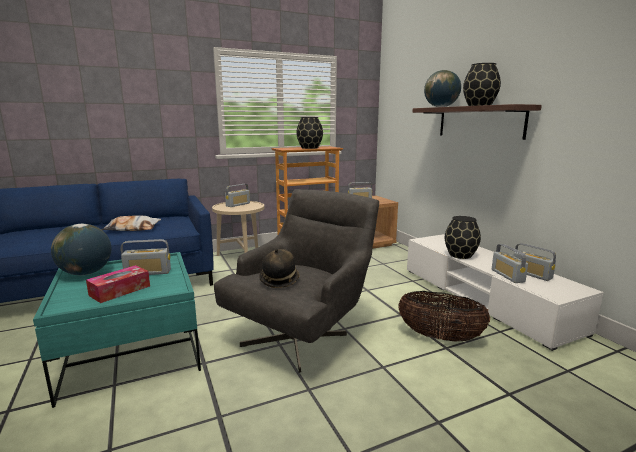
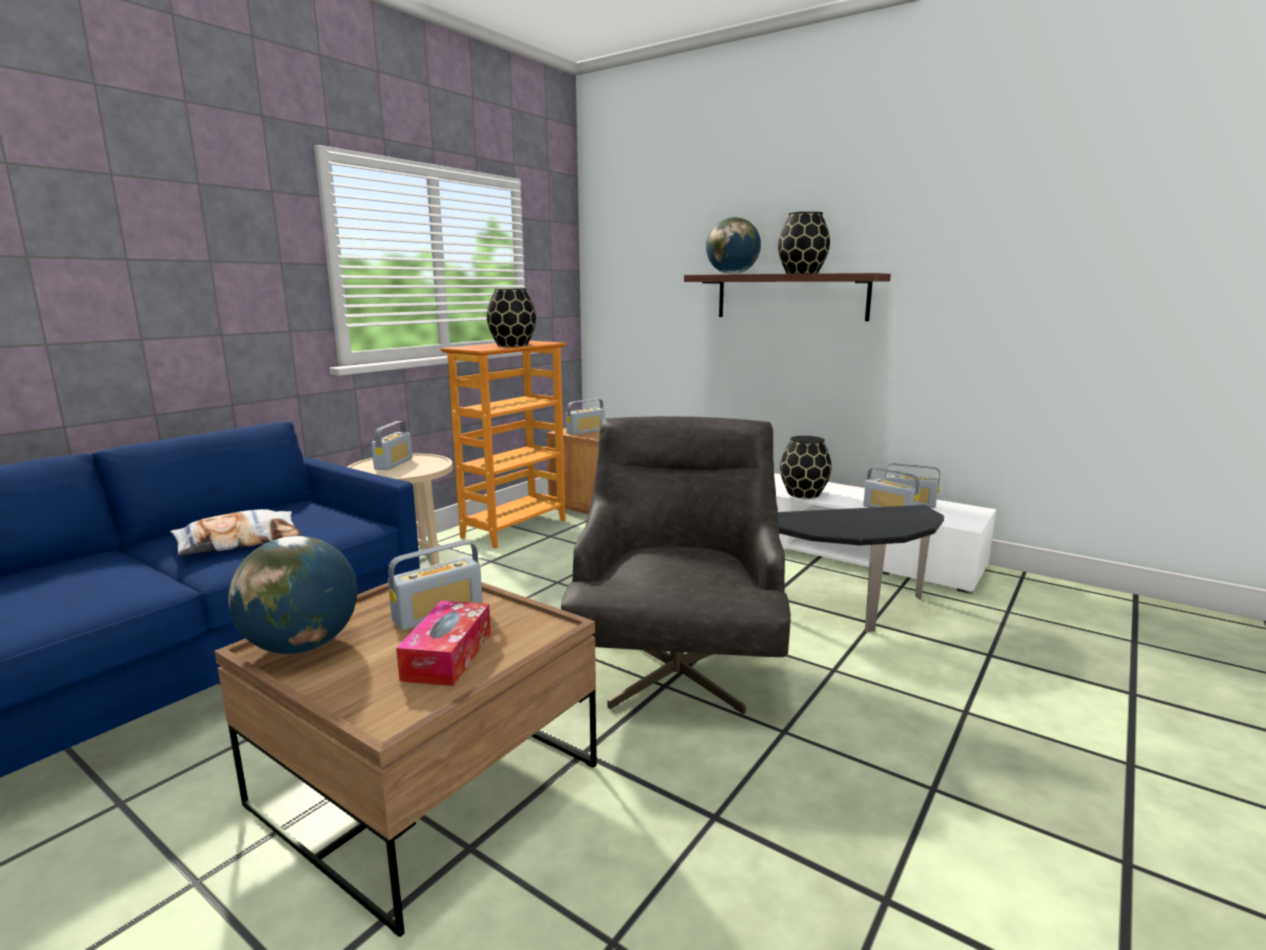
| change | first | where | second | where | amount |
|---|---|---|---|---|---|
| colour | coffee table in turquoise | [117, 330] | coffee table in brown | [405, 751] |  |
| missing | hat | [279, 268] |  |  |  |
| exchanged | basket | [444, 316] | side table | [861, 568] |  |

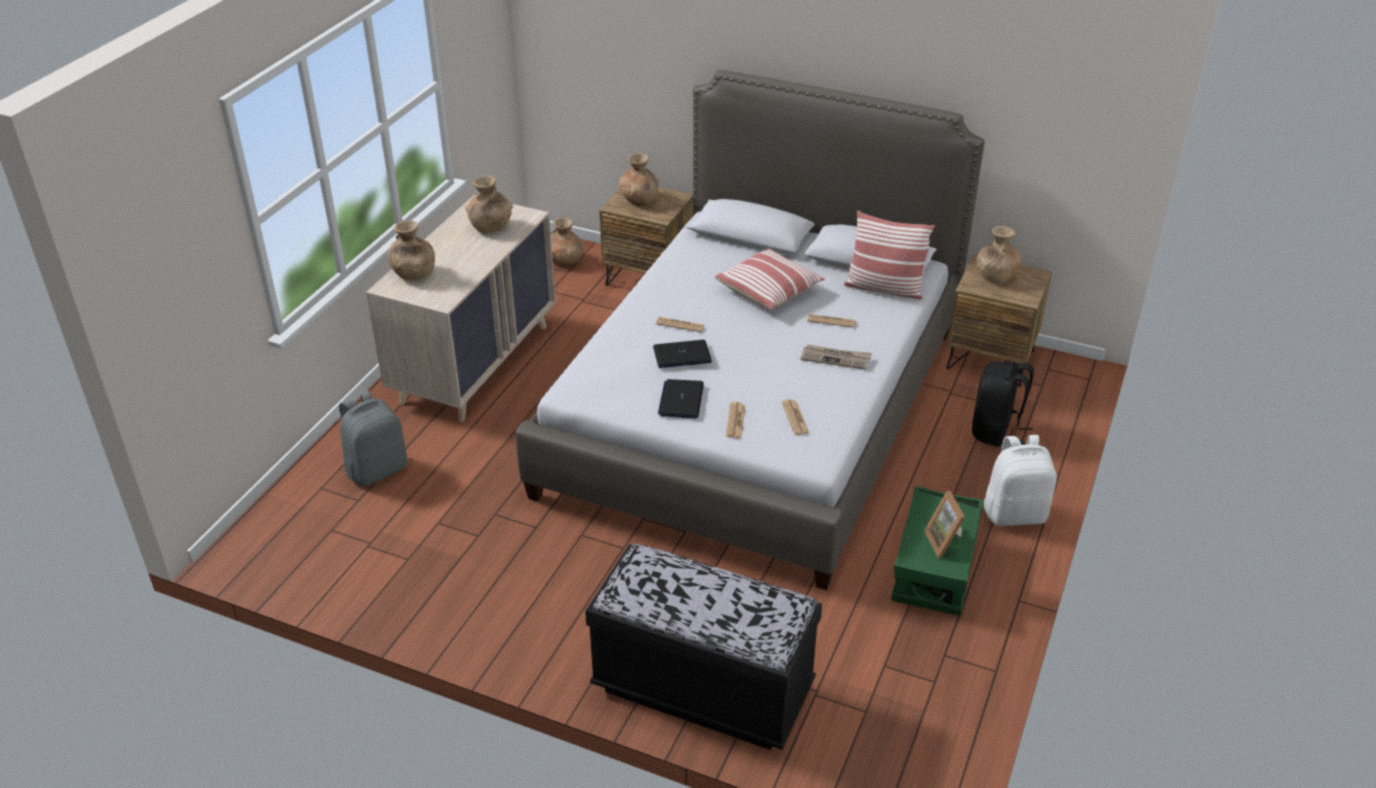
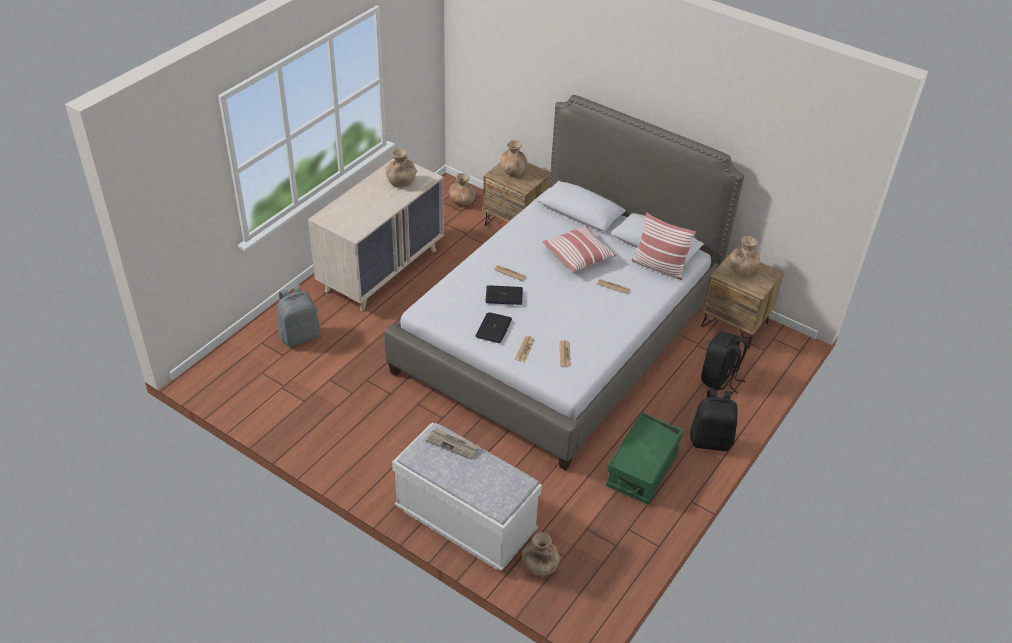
| change | first | where | second | where | amount |
|---|---|---|---|---|---|
| relocated | vase in brown | [411, 250] |  | [541, 554] |  |
| colour | bench in black | [703, 646] | bench in white | [467, 496] |  |
| relocated | newspaper | [836, 357] |  | [452, 443] |  |
| missing | picture frame | [944, 524] |  |  |  |
| colour | backpack in white | [1020, 480] | backpack in black | [714, 420] |  |

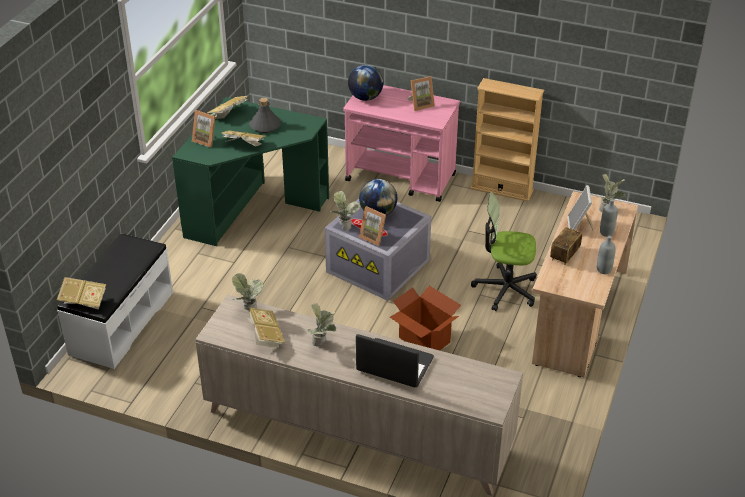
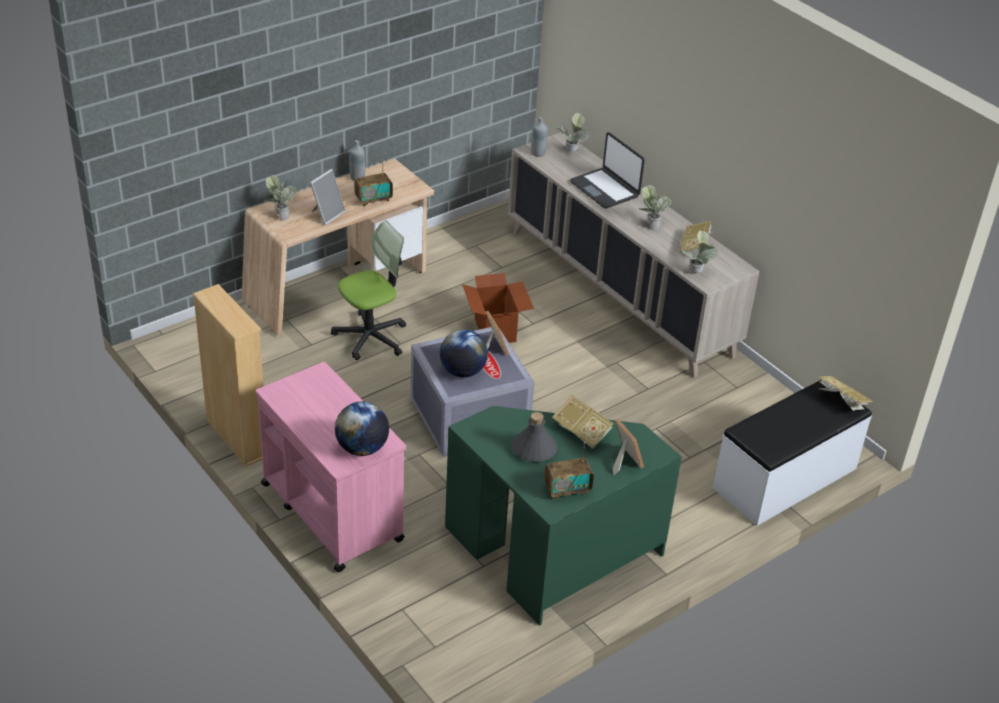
| change | first | where | second | where | amount |
|---|---|---|---|---|---|
| exchanged | book | [227, 107] | radio | [569, 471] |  |
| relocated | potted plant | [345, 211] |  | [573, 132] |  |
| missing | picture frame | [421, 93] |  |  |  |
| spun | office chair | [504, 251] |  | [368, 290] | 75 degrees counterclockwise |
| relocated | bottle in grey | [609, 218] |  | [539, 137] |  |

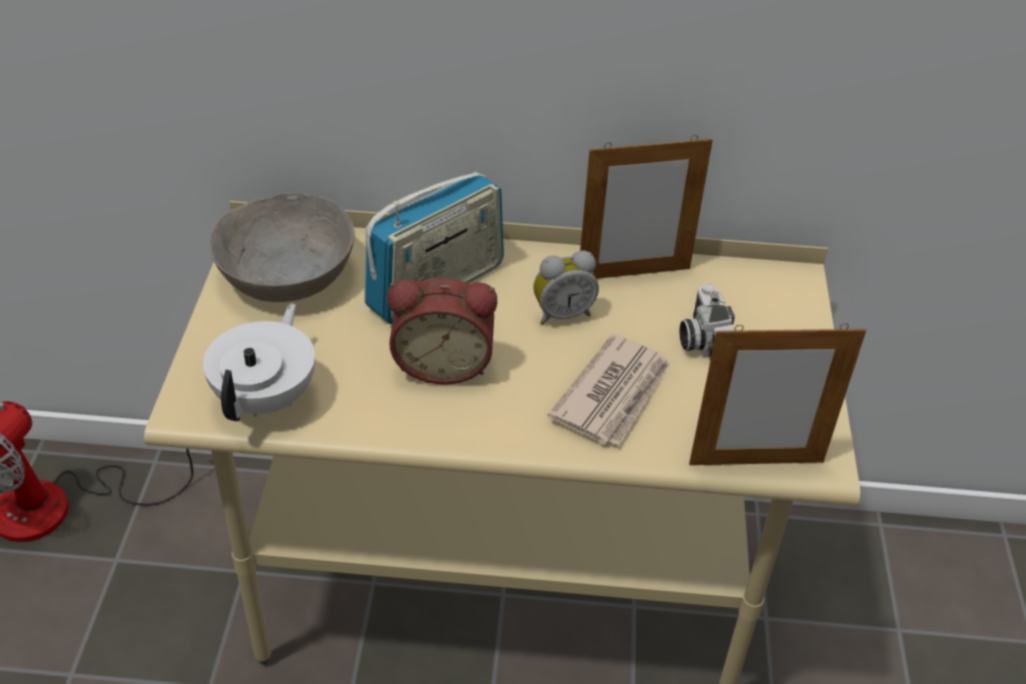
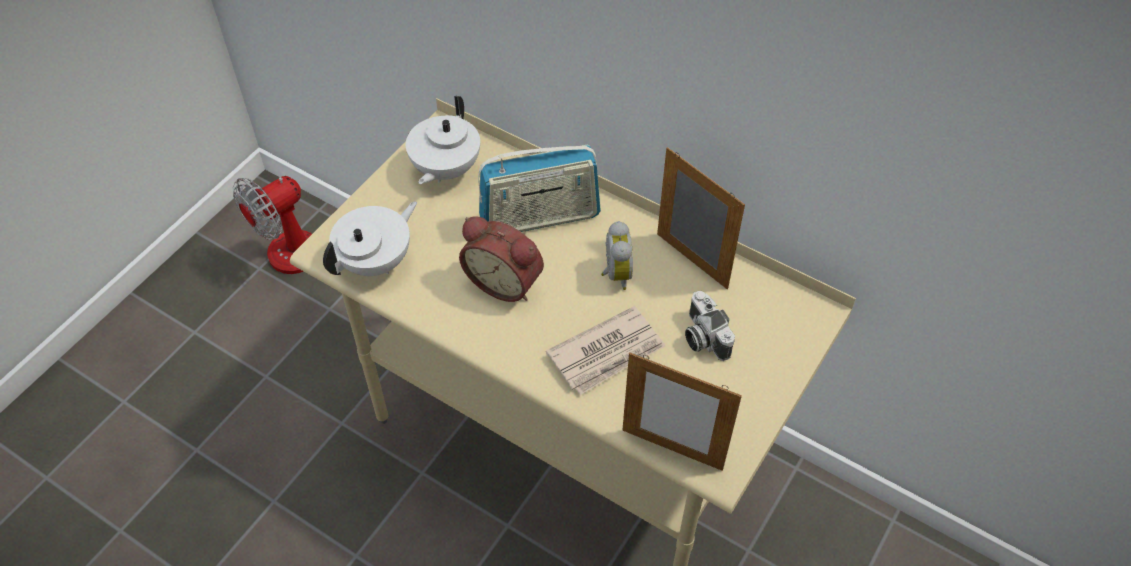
| change | first | where | second | where | amount |
|---|---|---|---|---|---|
| exchanged | bowl in grey | [281, 247] | teapot in white | [443, 140] |  |
| spun | alarm clock | [566, 287] |  | [617, 255] | 105 degrees counterclockwise |
| spun | picture frame | [646, 207] |  | [701, 218] | 150 degrees counterclockwise |
| spun | photo camera | [707, 321] |  | [710, 326] | 45 degrees counterclockwise |

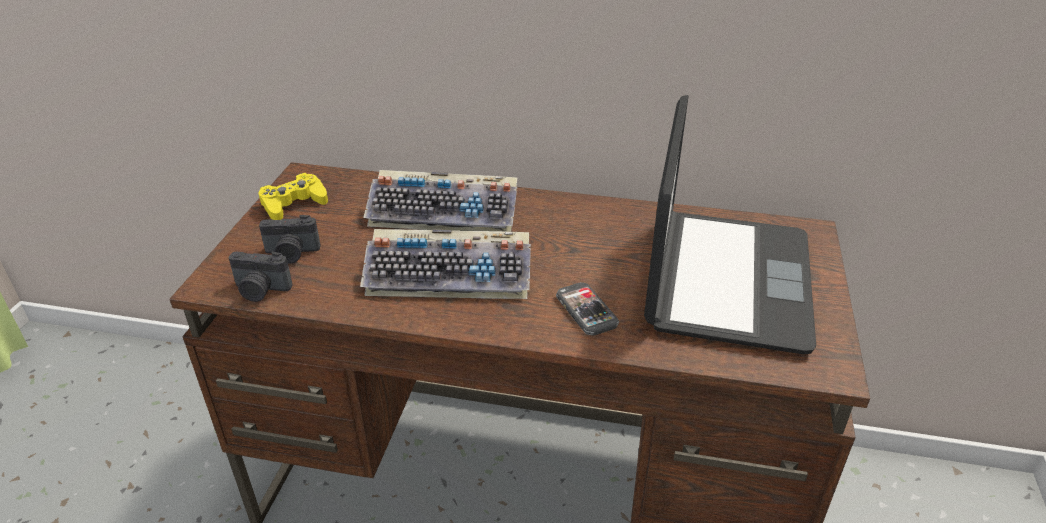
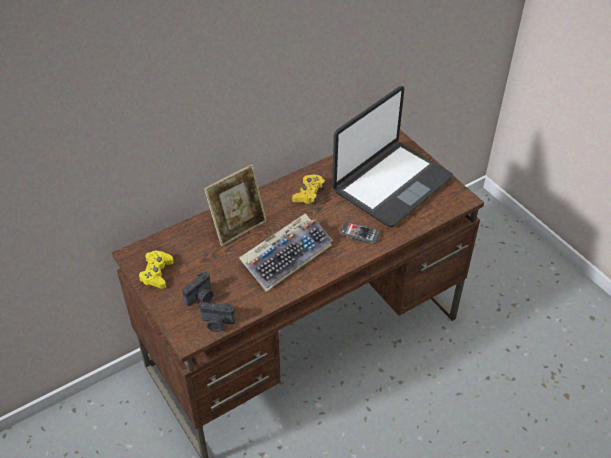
| change | first | where | second | where | amount |
|---|---|---|---|---|---|
| spun | photo camera | [260, 277] |  | [217, 317] | 45 degrees clockwise |
| exchanged | keyboard | [440, 201] | picture frame | [235, 205] |  |
| spun | laptop | [730, 225] |  | [392, 156] | 75 degrees clockwise |
| appeared |  |  | game controller in yellow | [308, 190] |  |

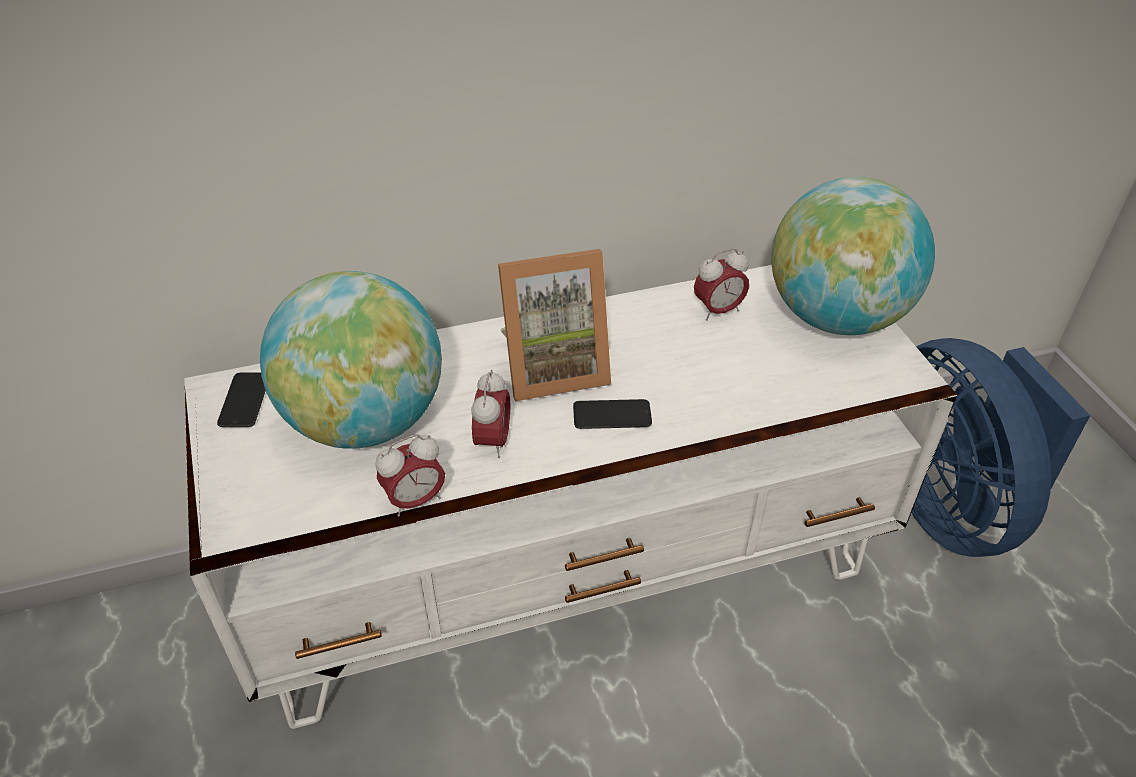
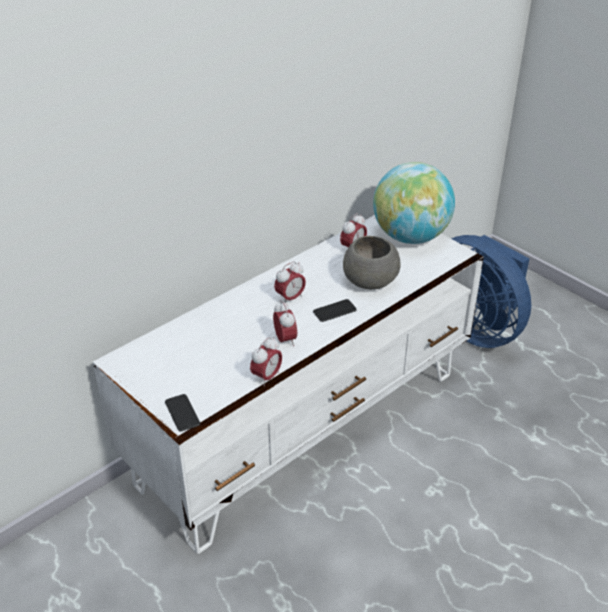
| change | first | where | second | where | amount |
|---|---|---|---|---|---|
| relocated | phone | [241, 399] |  | [182, 412] |  |
| missing | globe | [351, 360] |  |  |  |
| exchanged | picture frame | [554, 325] | alarm clock | [290, 282] |  |
| appeared |  |  | bowl in grey | [371, 262] |  |

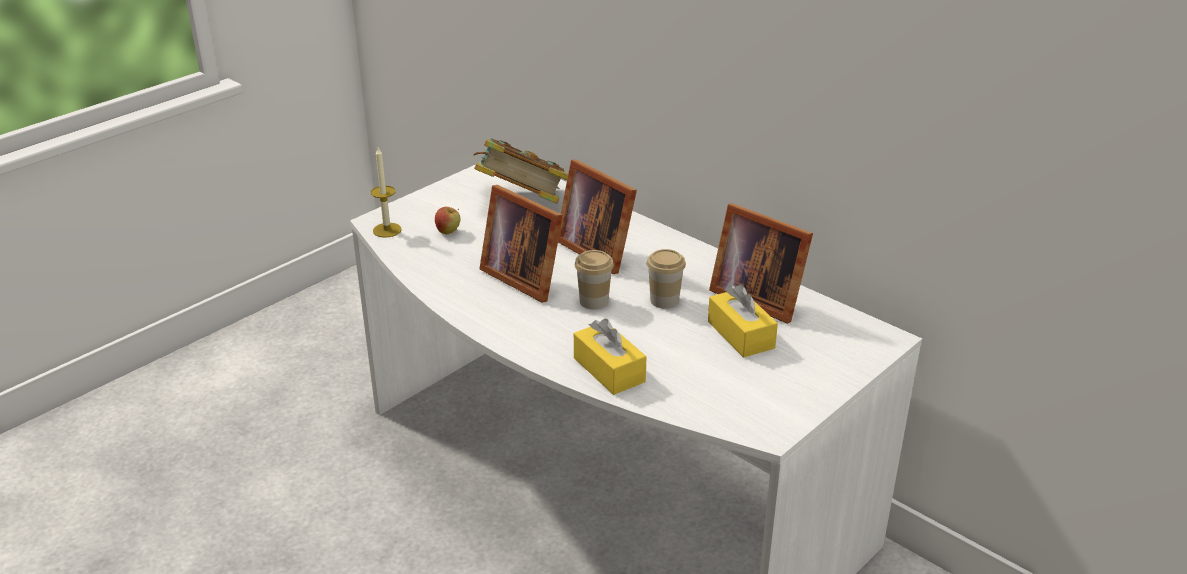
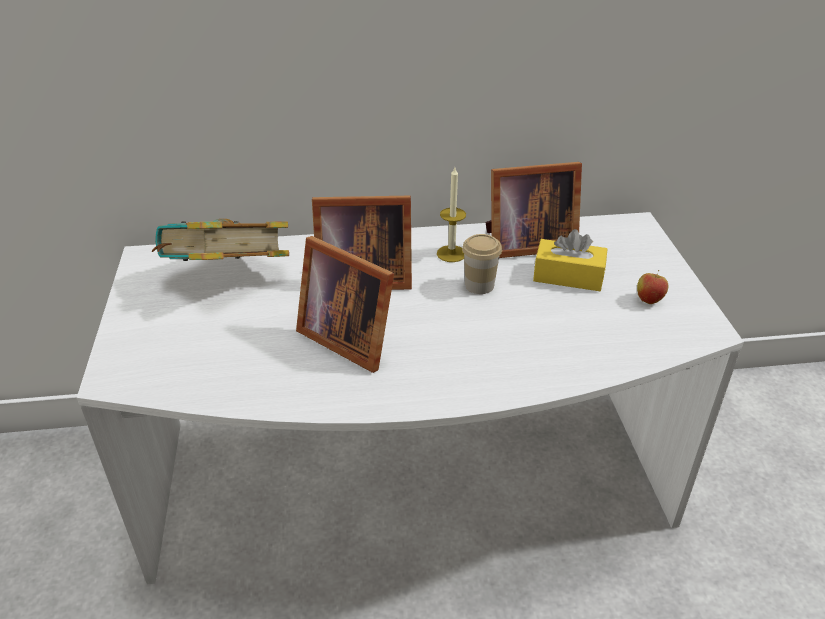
| change | first | where | second | where | amount |
|---|---|---|---|---|---|
| relocated | candle | [386, 193] |  | [451, 214] |  |
| relocated | apple | [448, 221] |  | [652, 287] |  |
| spun | picture frame | [521, 244] |  | [345, 304] | 45 degrees clockwise |
| missing | tissue box in yellow | [610, 357] |  |  |  |
| missing | cup | [594, 280] |  |  |  |

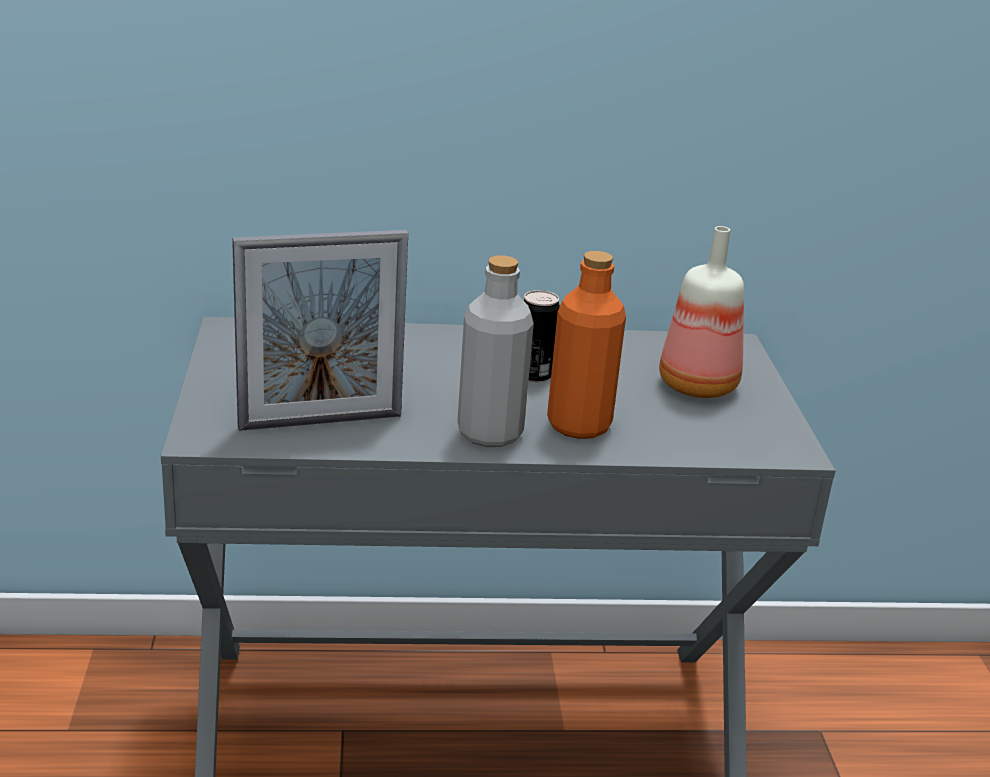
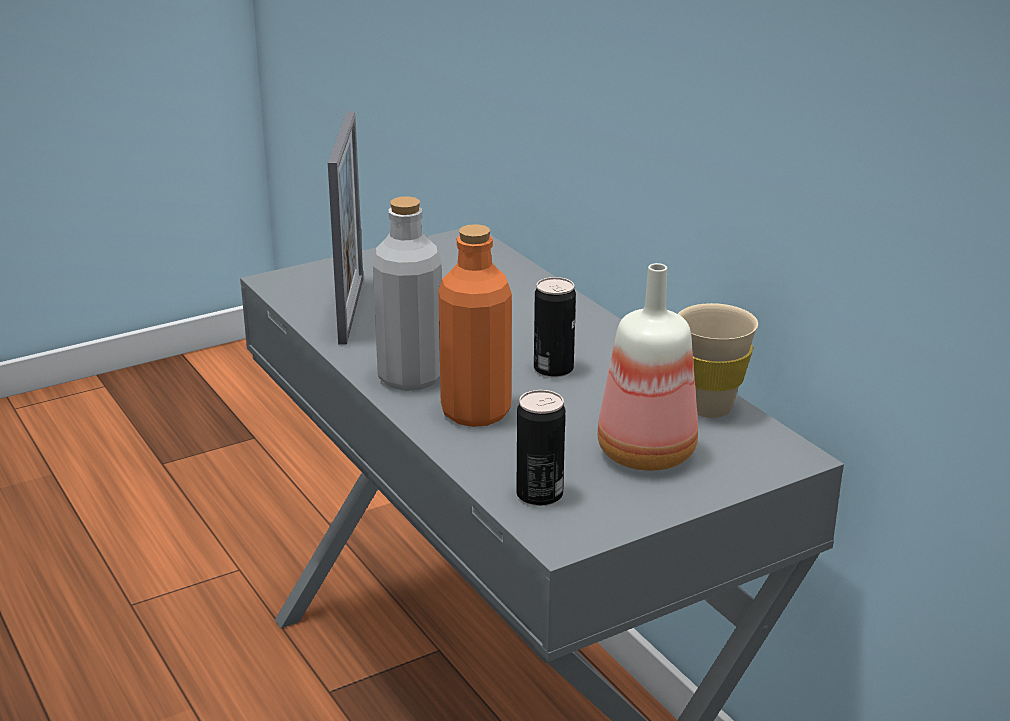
| change | first | where | second | where | amount |
|---|---|---|---|---|---|
| spun | picture frame | [320, 330] |  | [345, 228] | 135 degrees counterclockwise |
| appeared |  |  | can | [540, 448] |  |
| appeared |  |  | cup in beige | [718, 360] |  |

